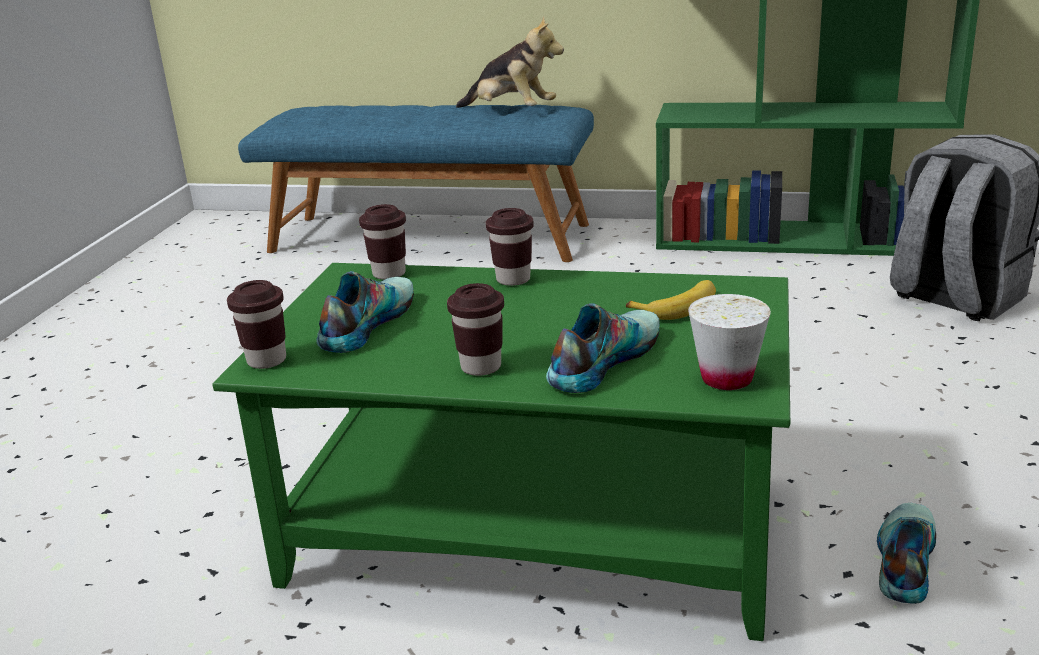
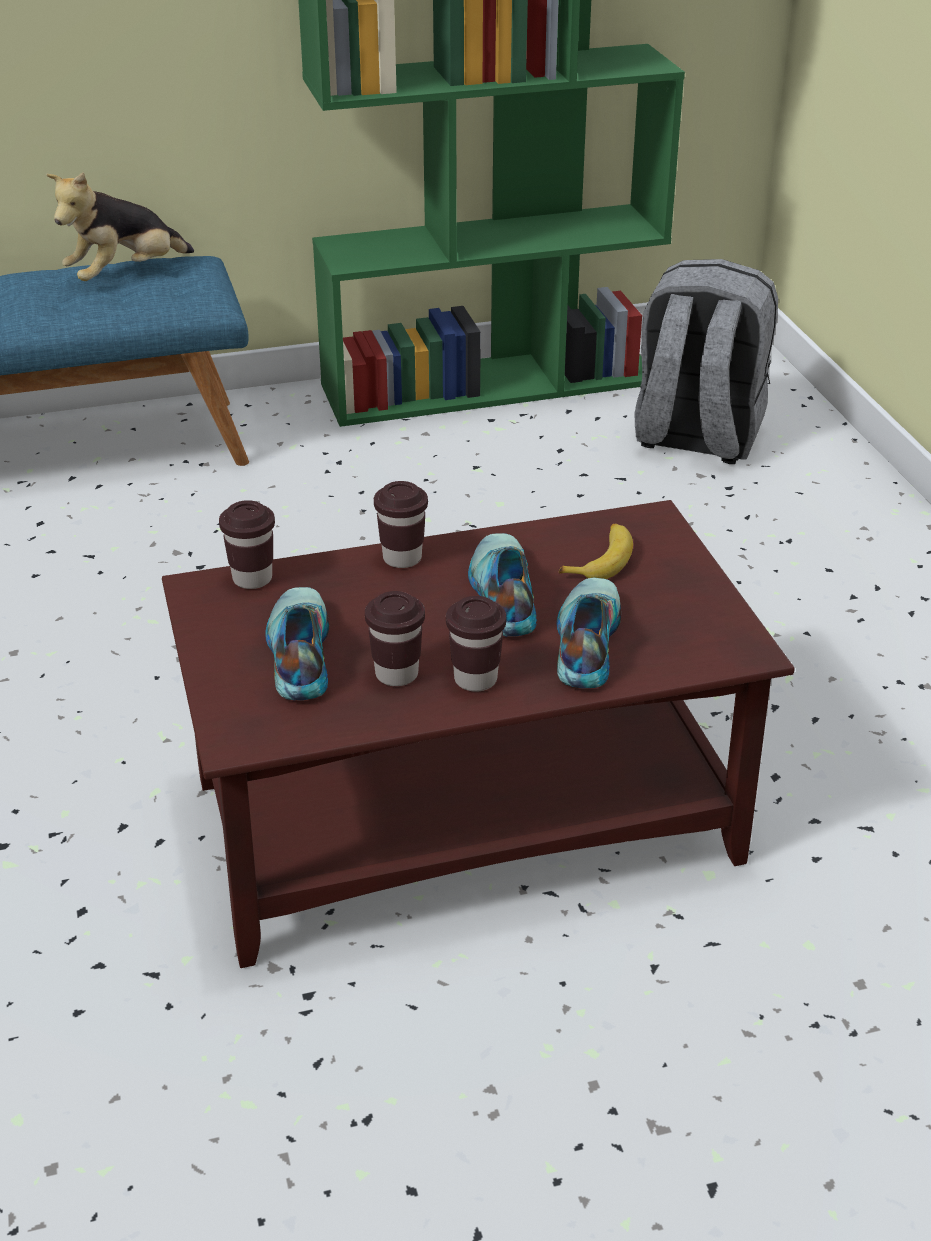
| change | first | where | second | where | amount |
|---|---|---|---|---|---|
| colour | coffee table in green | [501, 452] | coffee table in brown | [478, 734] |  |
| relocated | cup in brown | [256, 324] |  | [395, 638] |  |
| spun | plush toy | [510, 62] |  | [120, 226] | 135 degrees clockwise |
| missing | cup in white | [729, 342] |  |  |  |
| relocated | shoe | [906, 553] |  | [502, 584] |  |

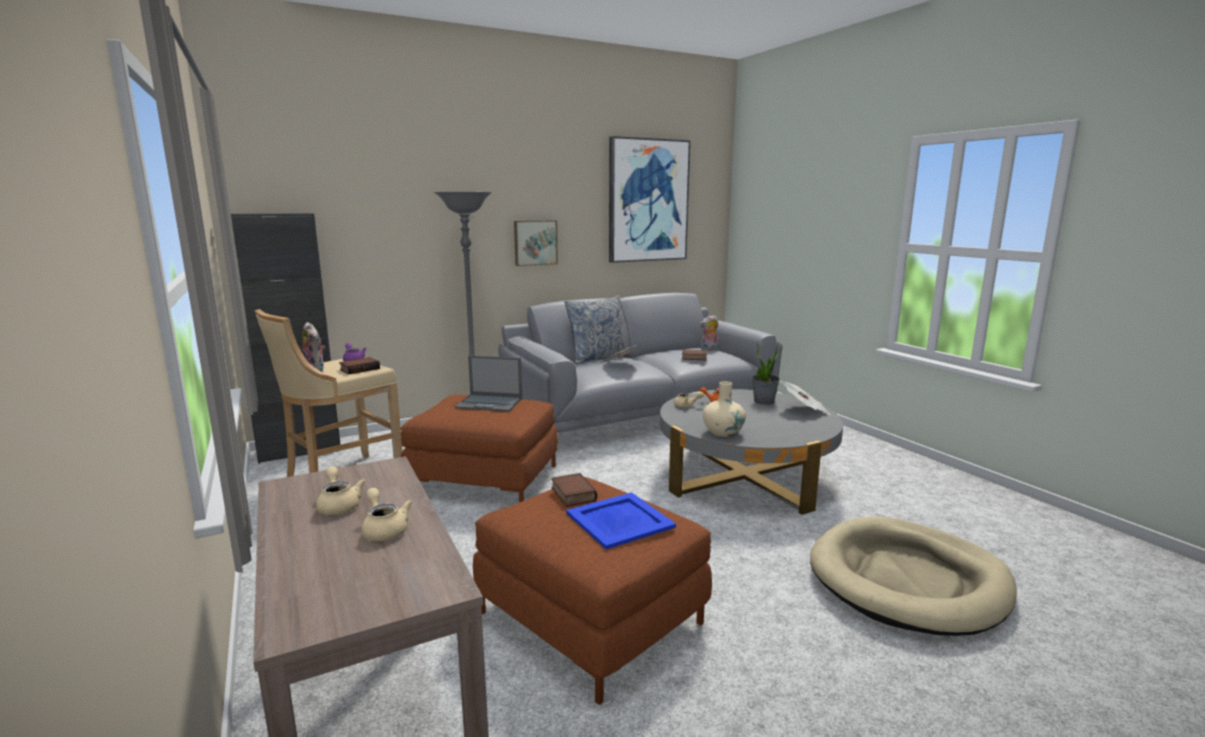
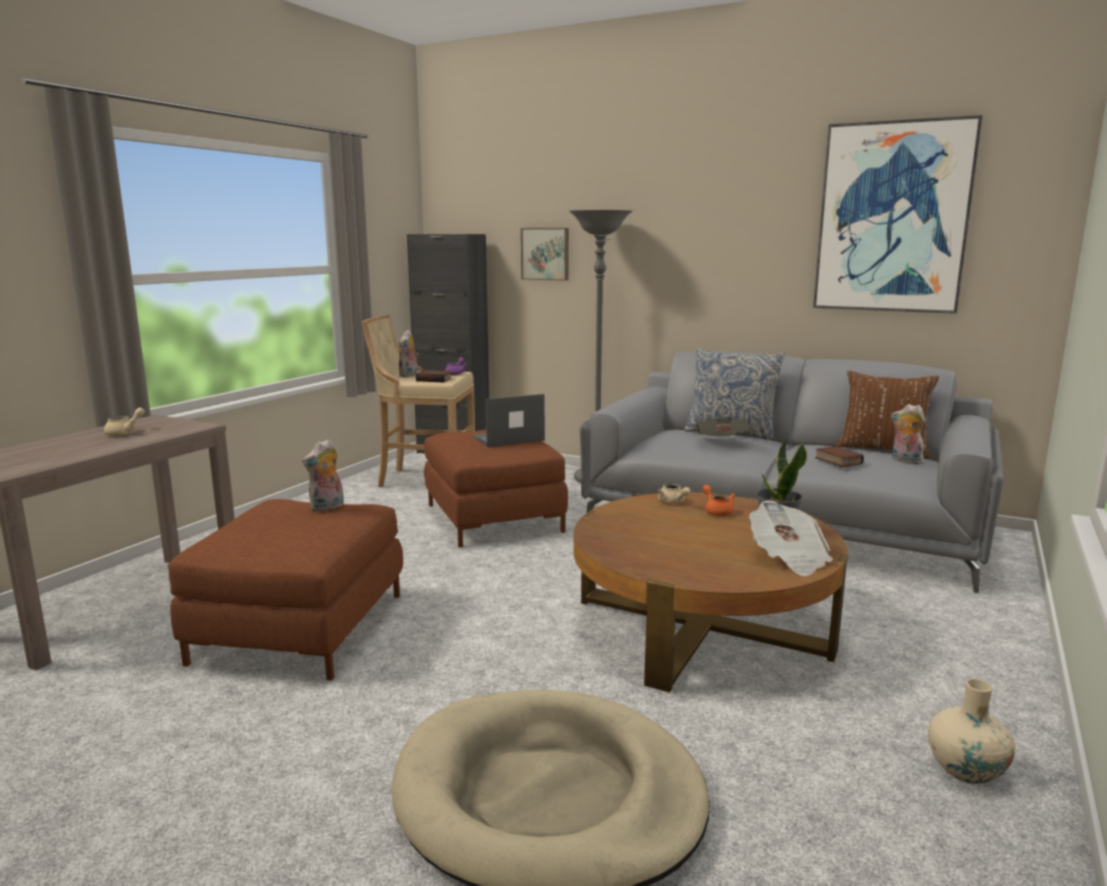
| change | first | where | second | where | amount |
|---|---|---|---|---|---|
| missing | teapot in beige | [387, 514] |  |  |  |
| spun | laptop | [488, 384] |  | [508, 420] | 90 degrees clockwise |
| relocated | picture | [536, 243] |  | [545, 254] |  |
| exchanged | book | [574, 490] | plush toy | [323, 475] |  |
| missing | tray in blue | [621, 521] |  |  |  |
| colour | coffee table in grey | [751, 452] | coffee table in brown | [710, 592] |  |
| relocated | vase in beige | [724, 409] |  | [971, 731] |  |
| appeared |  |  | pillow in brown | [887, 414] |  |

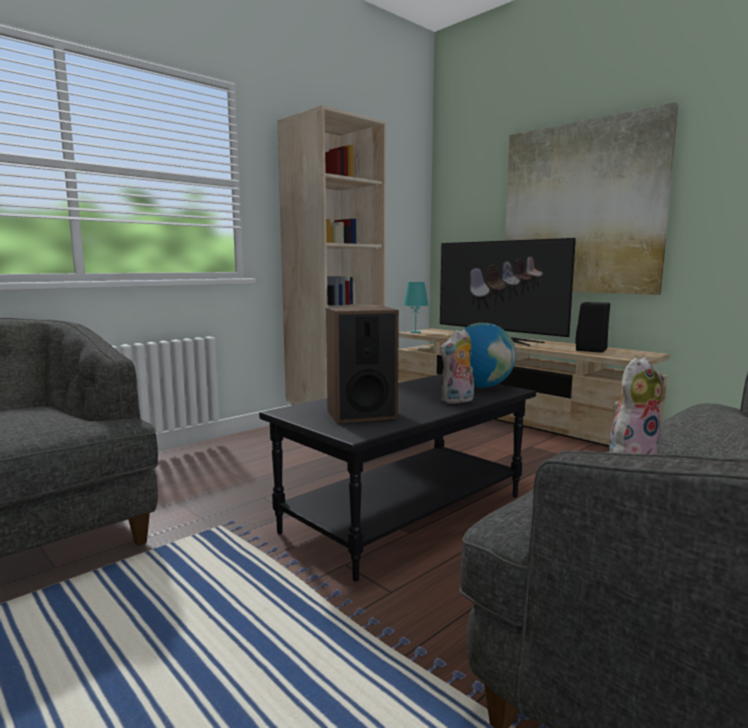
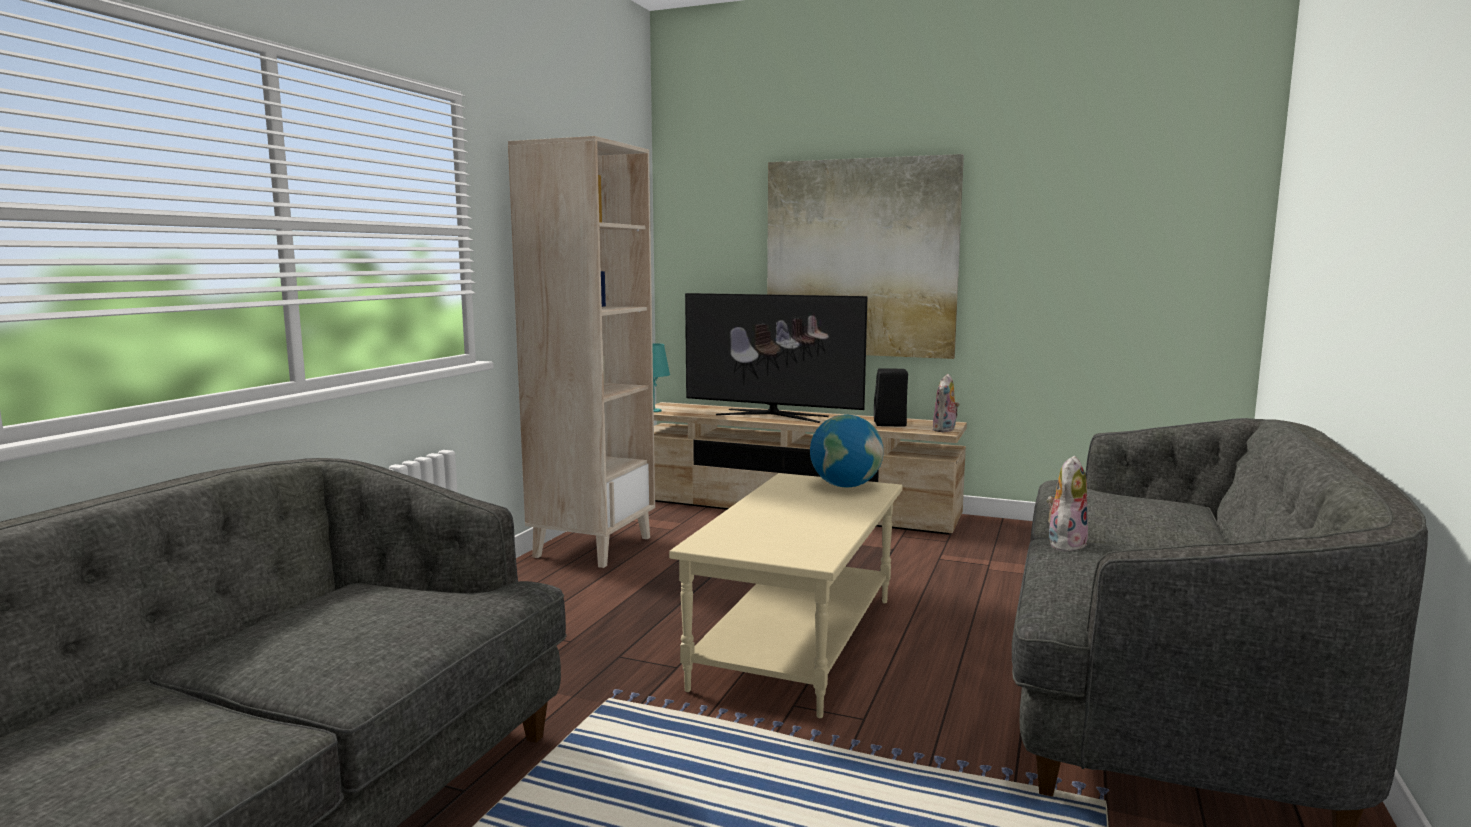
| change | first | where | second | where | amount |
|---|---|---|---|---|---|
| colour | coffee table in black | [397, 477] | coffee table in beige | [786, 595] |  |
| missing | speaker | [362, 365] |  |  |  |
| relocated | plush toy | [457, 366] |  | [946, 403] |  |

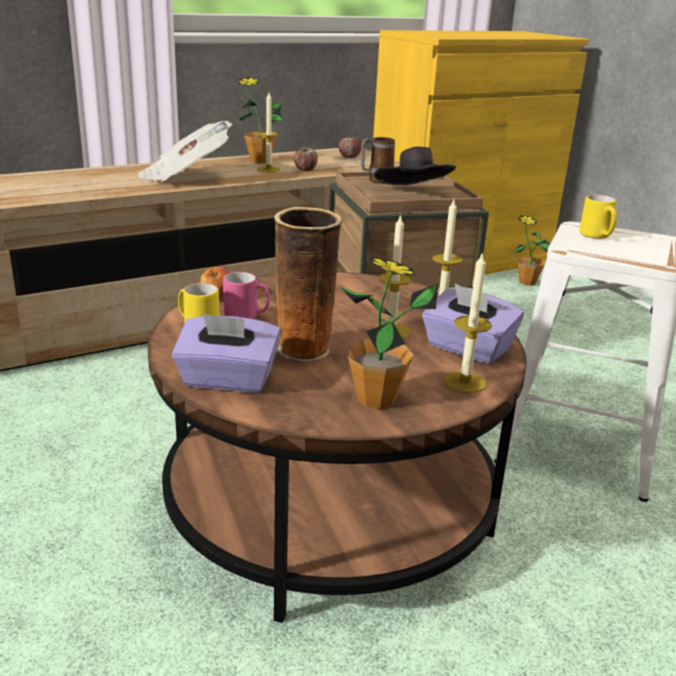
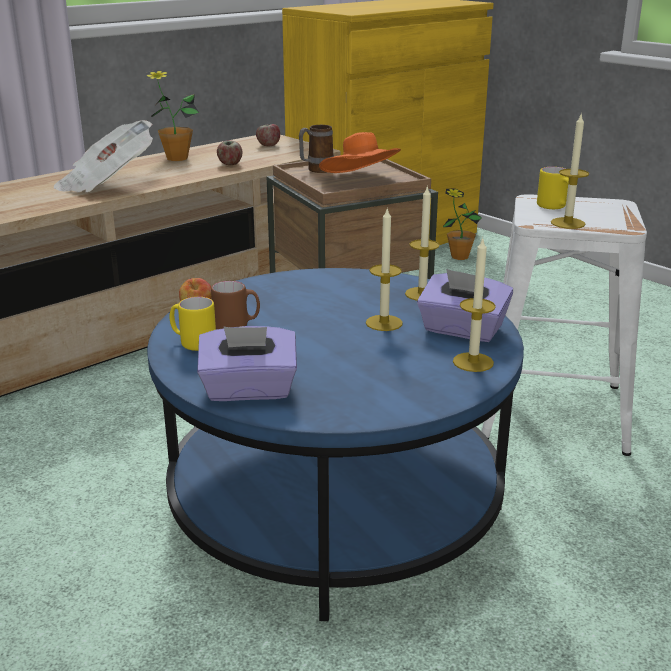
| change | first | where | second | where | amount |
|---|---|---|---|---|---|
| colour | coffee table in brown | [337, 447] | coffee table in blue | [335, 444] |  |
| colour | mug in pink | [246, 295] | mug in brown | [235, 305] |  |
| relocated | candle | [268, 133] |  | [570, 172] |  |
| missing | vase | [308, 284] |  |  |  |
| missing | potted plant | [388, 333] |  |  |  |
| colour | hat in black | [415, 166] | hat in orange | [360, 152] |  |

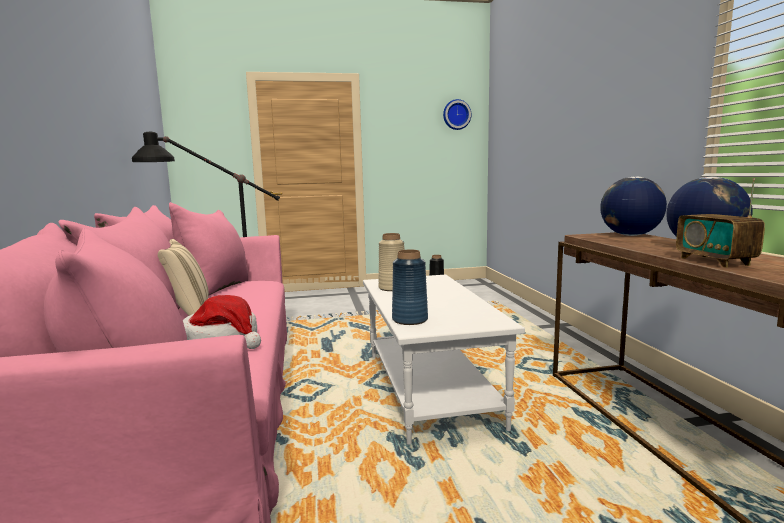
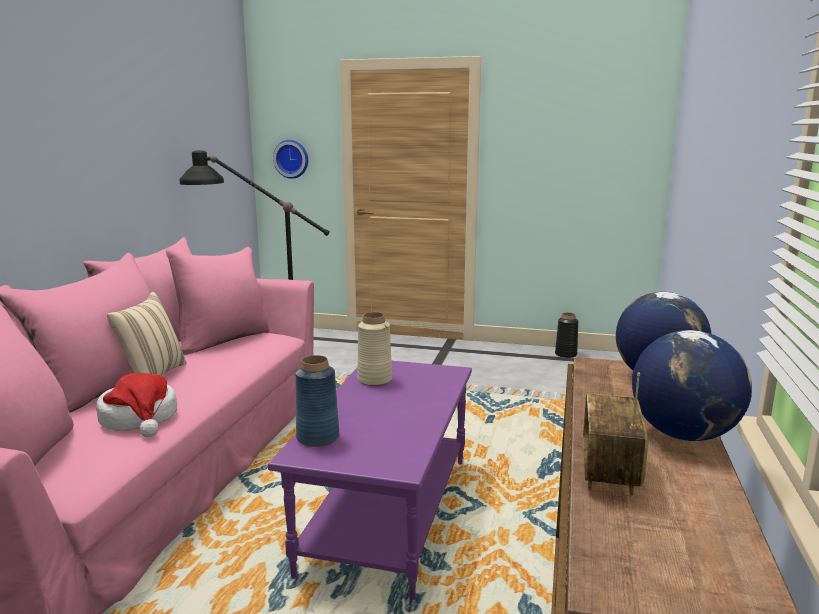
| change | first | where | second | where | amount |
|---|---|---|---|---|---|
| colour | coffee table in white | [444, 360] | coffee table in purple | [370, 480] |  |
| relocated | wall clock | [457, 114] |  | [290, 159] |  |

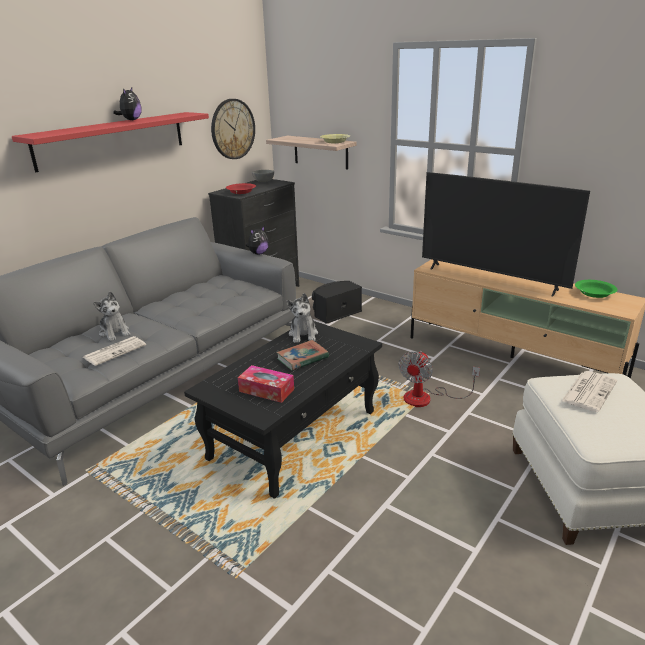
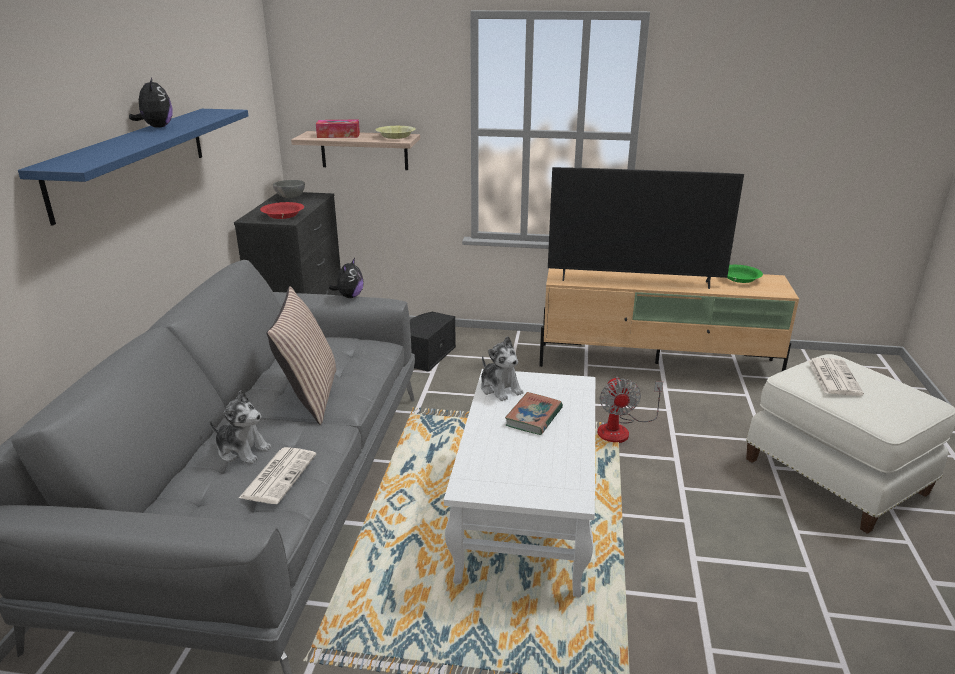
| change | first | where | second | where | amount |
|---|---|---|---|---|---|
| colour | shelf in red | [110, 142] | shelf in blue | [133, 167] |  |
| colour | coffee table in black | [283, 410] | coffee table in white | [519, 483] |  |
| missing | wall clock | [233, 129] |  |  |  |
| relocated | tissue box | [266, 384] |  | [338, 129] |  |
| appeared |  |  | pillow | [301, 355] |  |

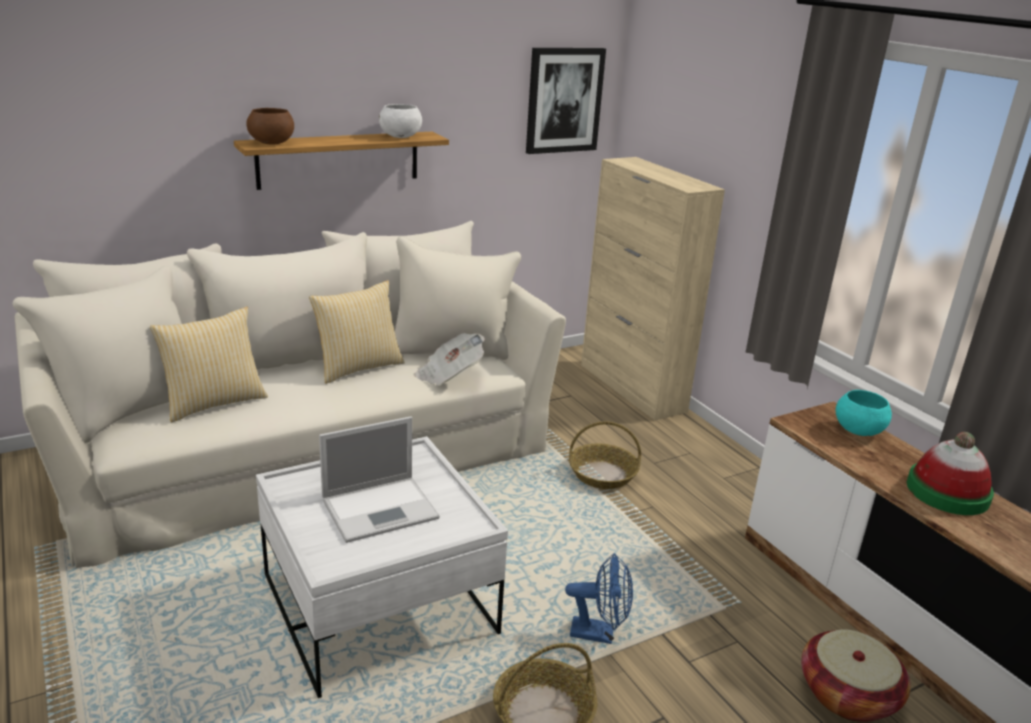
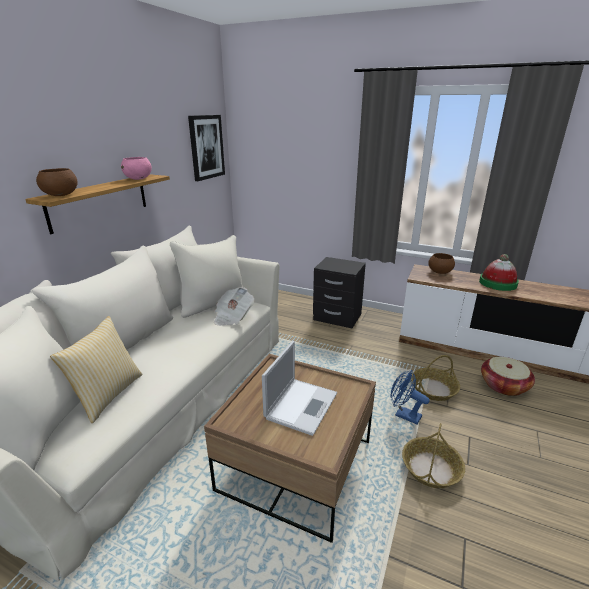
| change | first | where | second | where | amount |
|---|---|---|---|---|---|
| colour | coffee table in white | [382, 567] | coffee table in brown | [290, 448] |  |
| missing | pillow | [357, 332] |  |  |  |
| colour | bowl in white | [400, 121] | bowl in pink | [136, 168] |  |
| spun | fan in blue | [599, 598] |  | [410, 397] | 120 degrees counterclockwise |
| relocated | basket | [605, 455] |  | [435, 378] |  |
| missing | cabinet in beige | [653, 288] |  |  |  |
| colour | bowl in turquoise | [864, 413] | bowl in brown | [441, 263] |  |
| appeared |  |  | nightstand in black | [339, 292] |  |

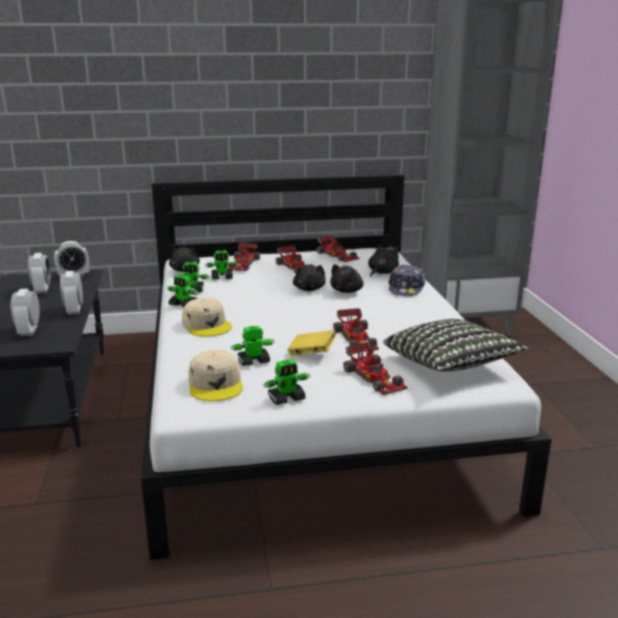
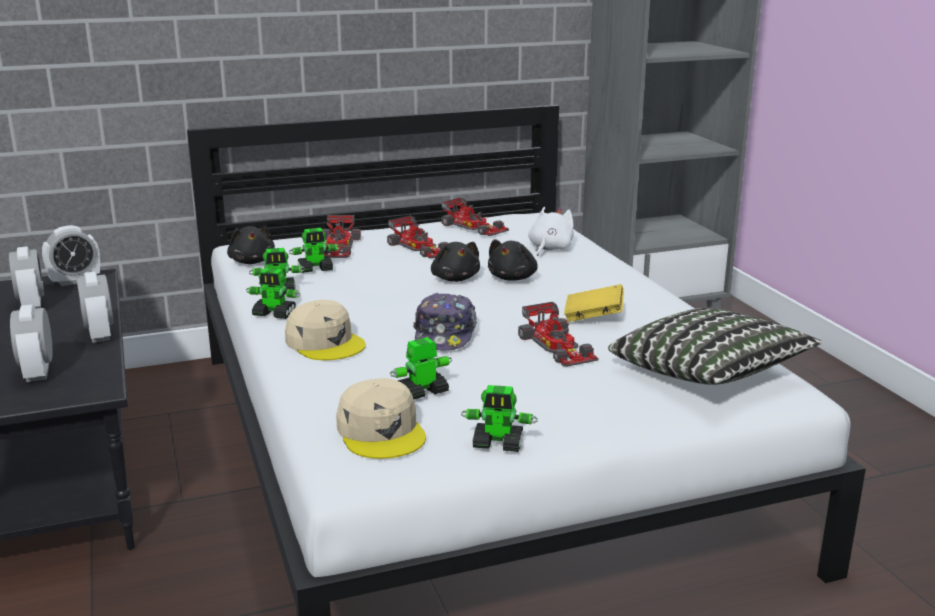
| change | first | where | second | where | amount |
|---|---|---|---|---|---|
| spun | toy robot | [286, 382] |  | [499, 418] | 45 degrees clockwise |
| relocated | book in yellow | [311, 343] |  | [594, 303] |  |
| missing | toy car | [375, 368] |  |  |  |
| colour | plush toy in black | [383, 260] | plush toy in white | [551, 231] |  |
| relocated | cap | [407, 280] |  | [445, 321] |  |

